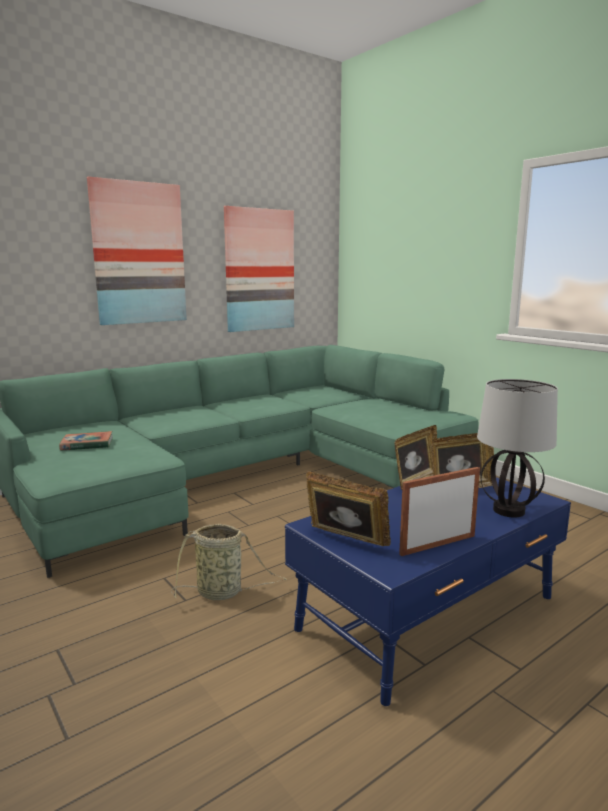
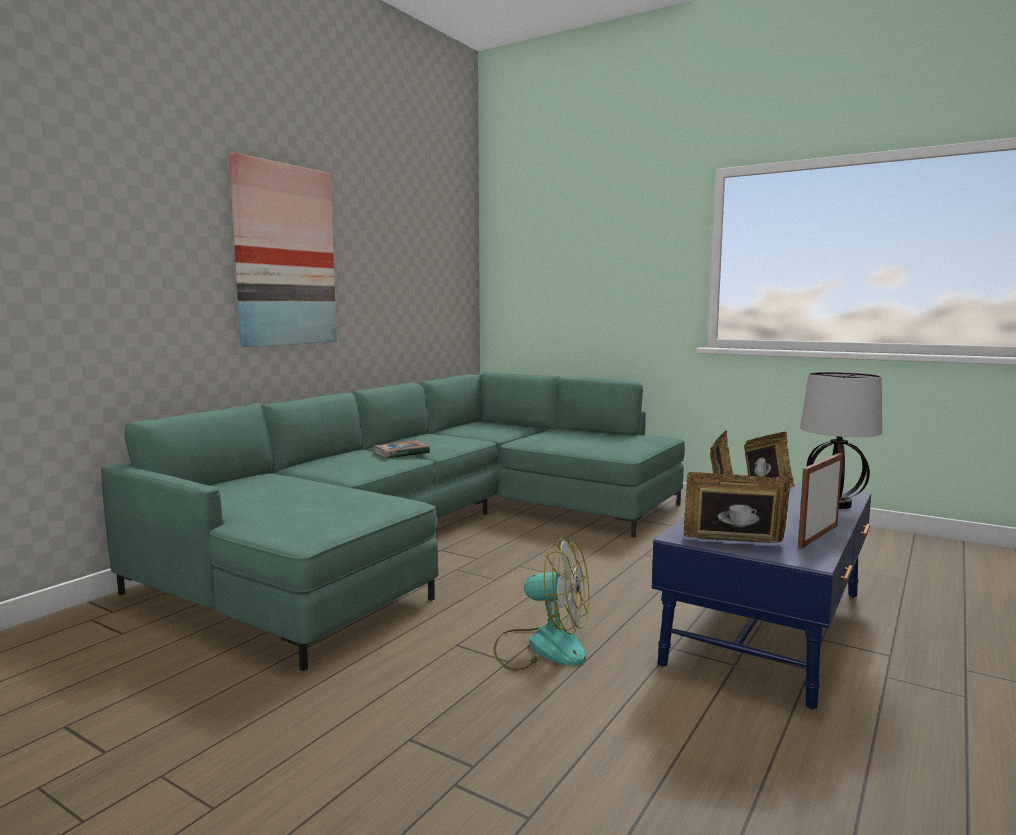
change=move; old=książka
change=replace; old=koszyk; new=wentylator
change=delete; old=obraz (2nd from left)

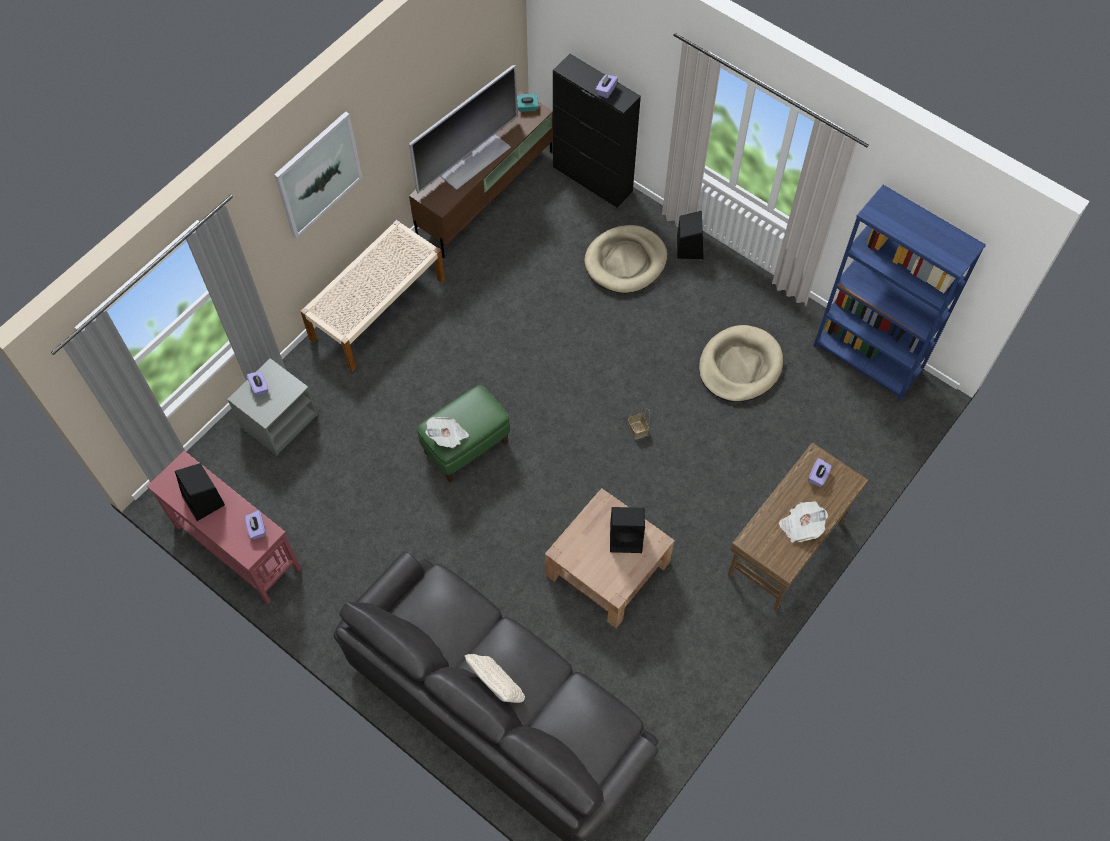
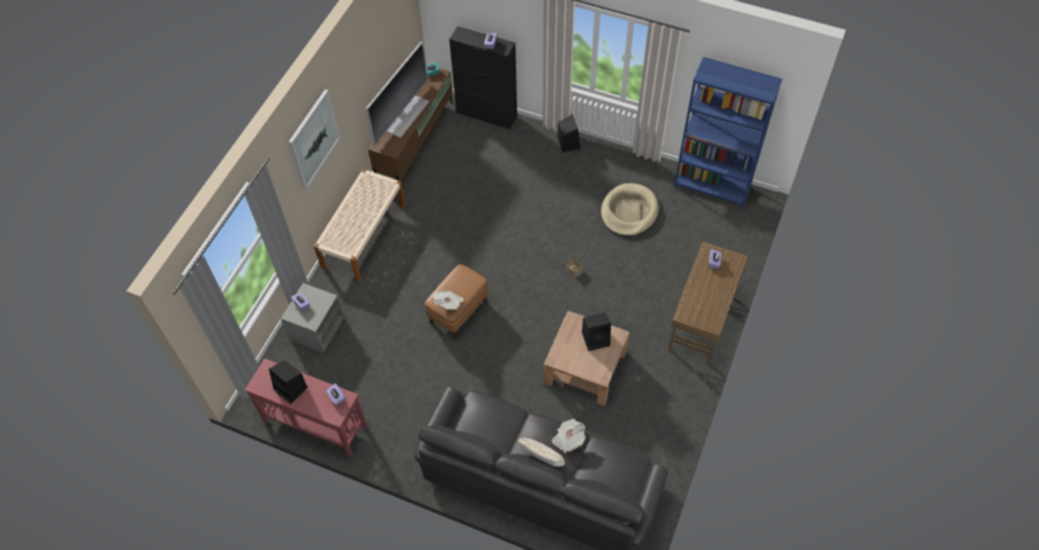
change=recolor; old=pufa/zielony; new=pufa/brązowy
change=move; old=gazeta (2nd from left)
change=delete; old=legowisko/beżowy (1st from left)

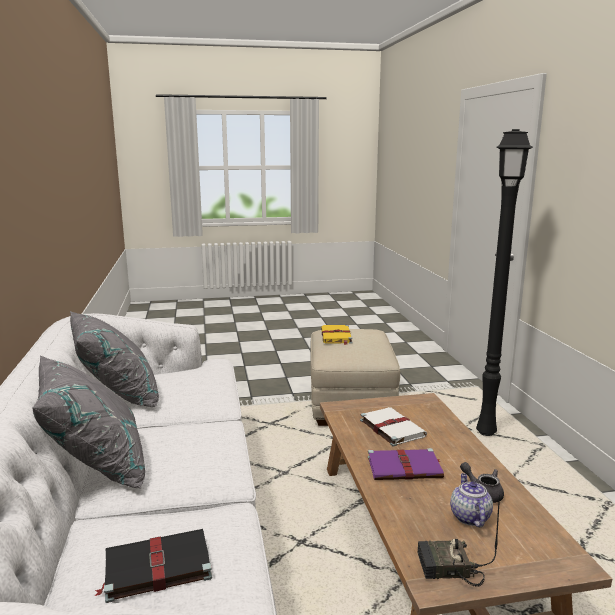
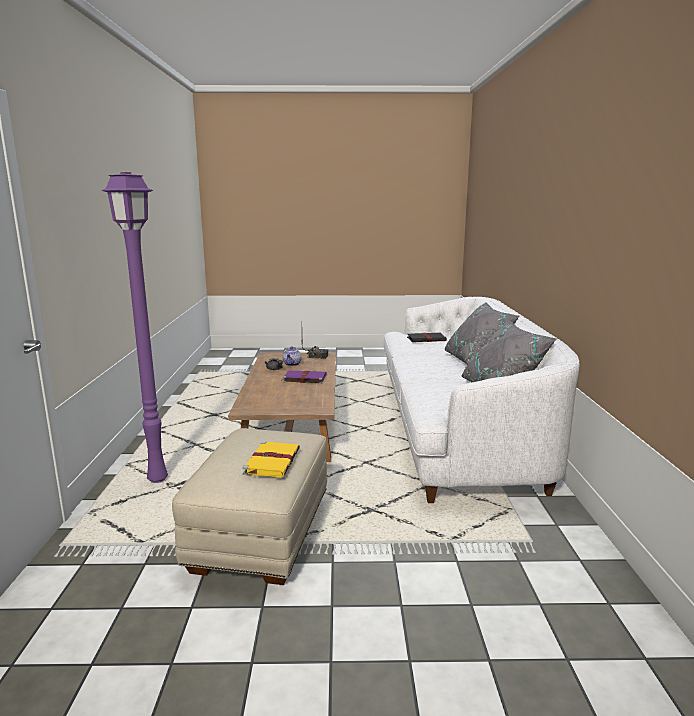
change=recolor; old=lampa stojąca/czarny; new=lampa stojąca/fioletowy
change=delete; old=książka/biały

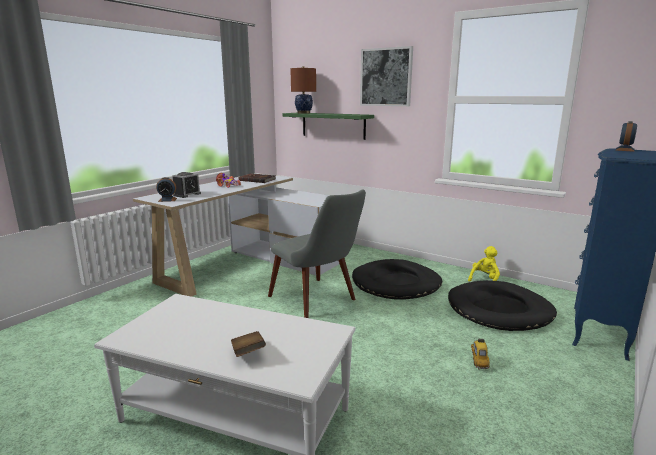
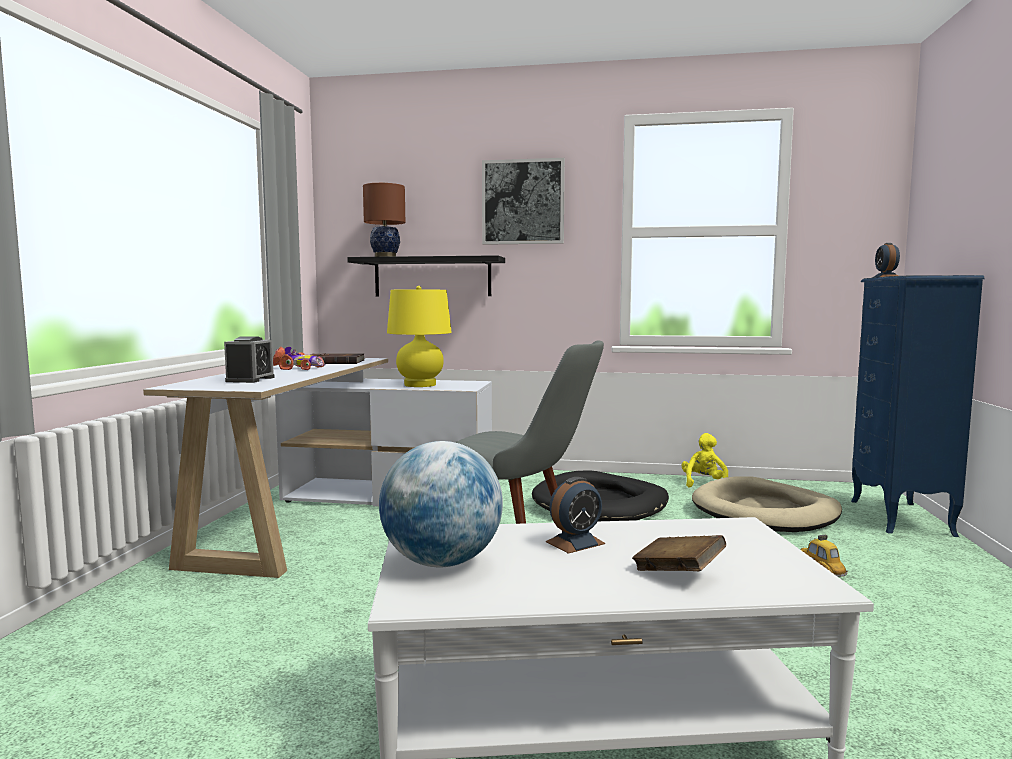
change=recolor; old=półka/zielony; new=półka/czarny
change=insert; new=globus
change=insert; new=lampa stołowa/żółty
change=move; old=budzik (1st from left in the first image); new=budzik (2nd from left)
change=recolor; old=legowisko/czarny (2nd from left); new=legowisko/beżowy

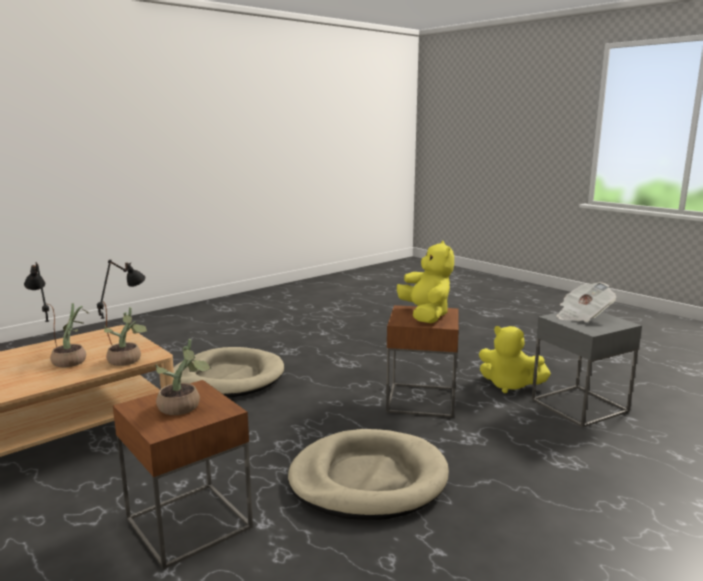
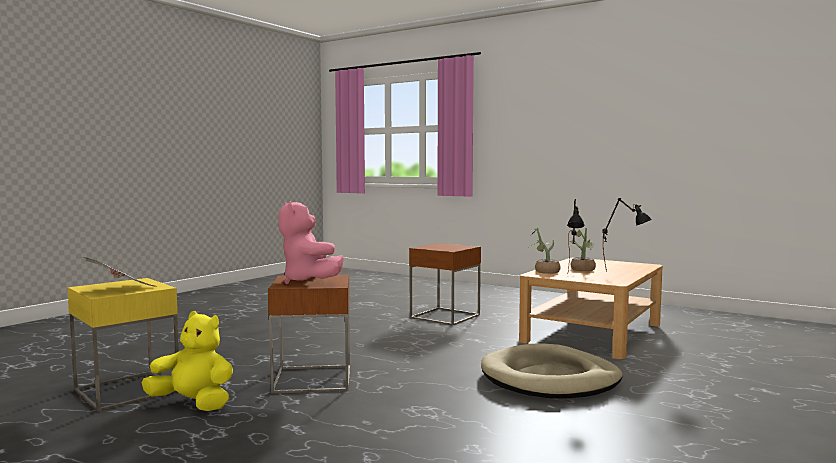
change=recolor; old=stolik/szary; new=stolik/żółty
change=recolor; old=pluszak/żółty (1st from left); new=pluszak/różowy
change=delete; old=roślina doniczkowa (3rd from left)
change=delete; old=legowisko/beżowy (2nd from left)

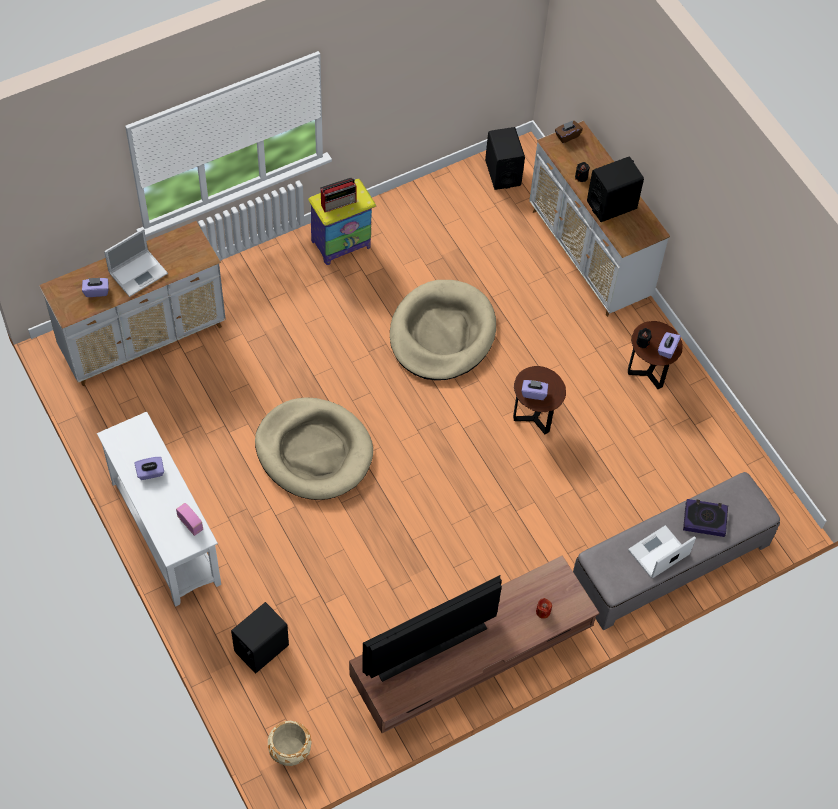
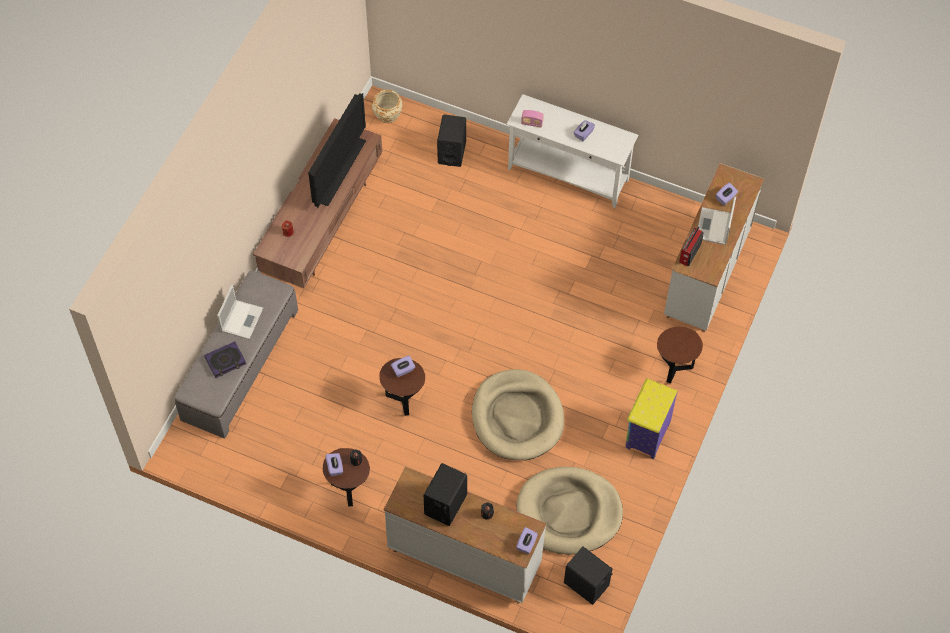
change=recolor; old=pudełko chusteczek/brązowy; new=pudełko chusteczek/fioletowy (3rd from left)
change=move; old=legowisko/beżowy (1st from left in the first image); new=legowisko/beżowy (2nd from left)
change=insert; new=stolik/brązowy (3rd from left)
change=move; old=radio (2nd from left)

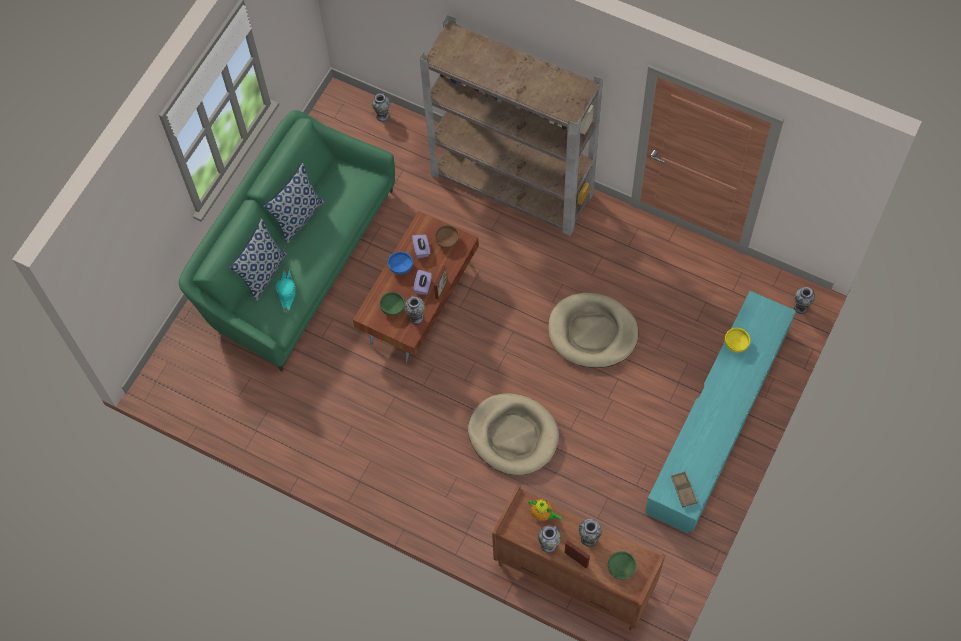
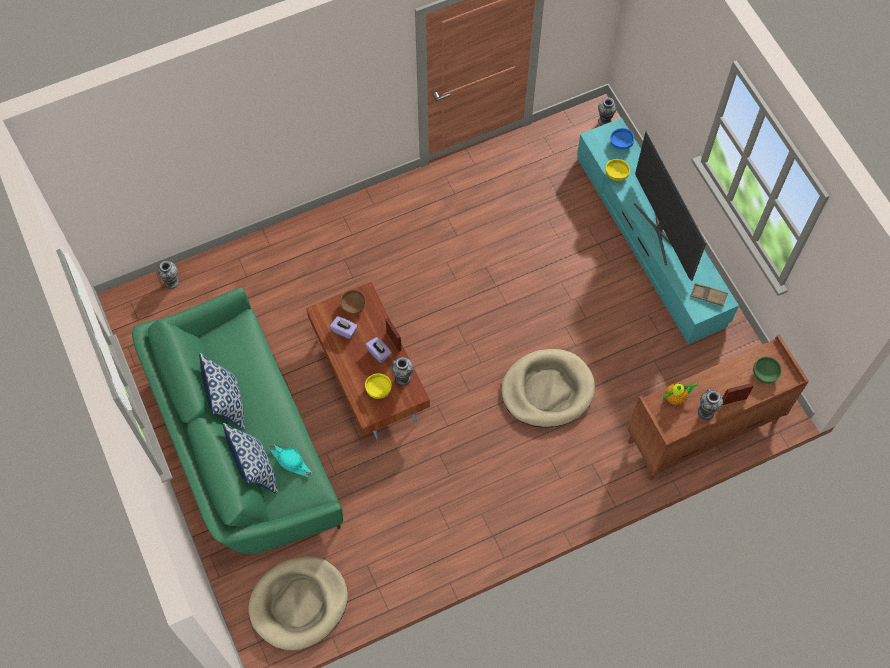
change=move; old=legowisko/beżowy (2nd from left in the first image); new=legowisko/beżowy (1st from left)
change=recolor; old=miska/zielony (1st from left); new=miska/żółty (1st from left)
change=move; old=miska/niebieski
change=insert; new=telewizor
change=delete; old=regał/brązowy
change=delete; old=wazon (4th from left)

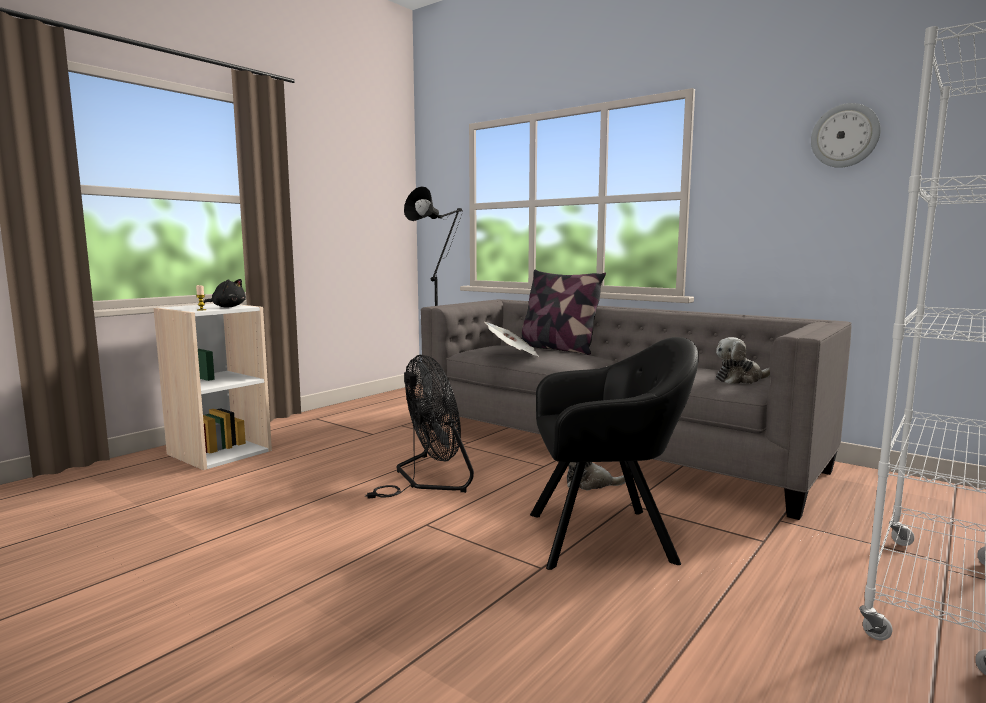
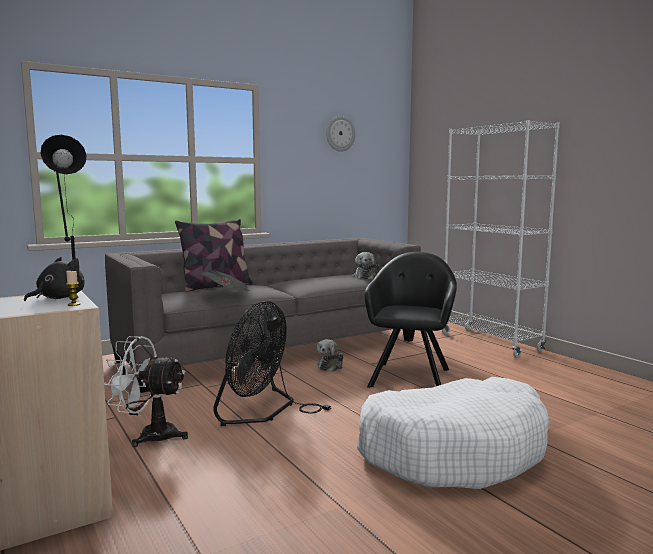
change=insert; new=wentylator/biały
change=rotate; old=wentylator/czarny; degrees=-60
change=insert; new=legowisko/biały

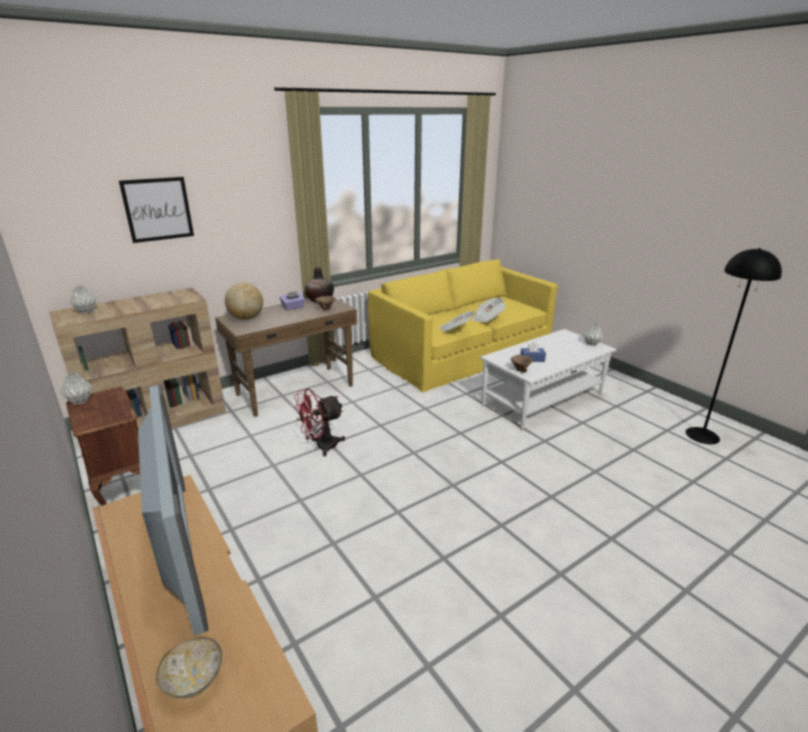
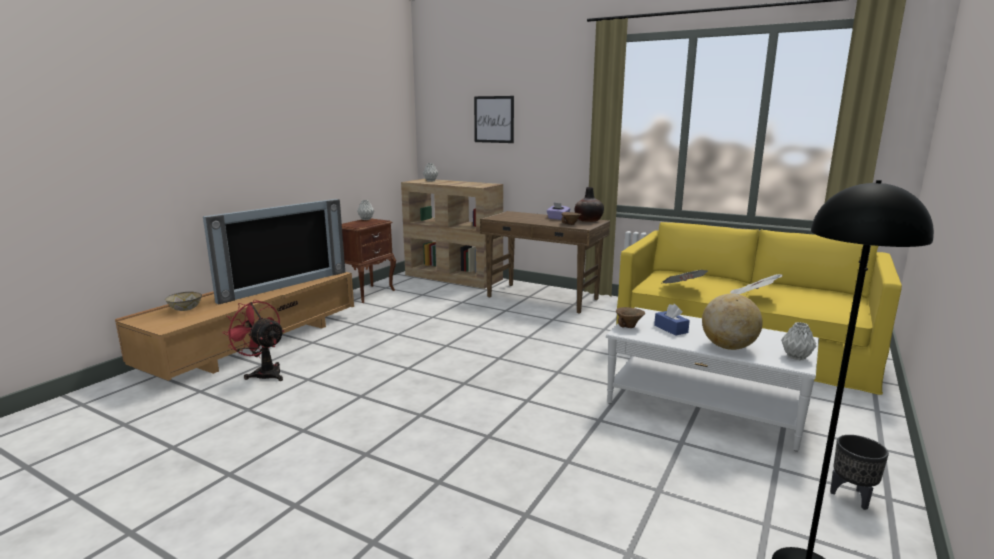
change=move; old=wentylator/czerwony
change=move; old=globus
change=insert; new=donica/czarny

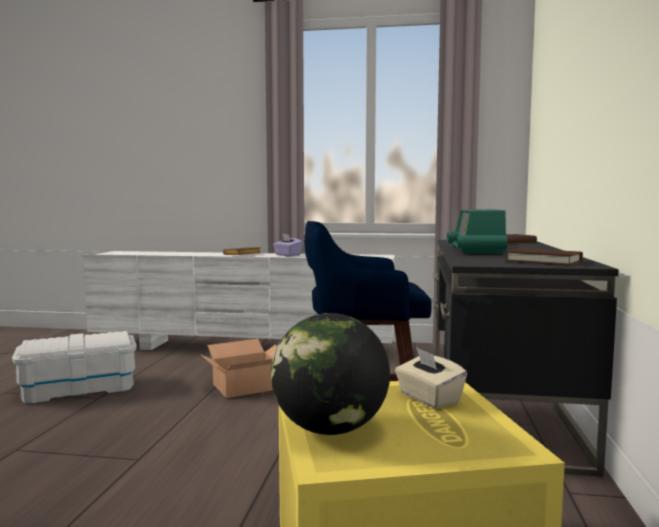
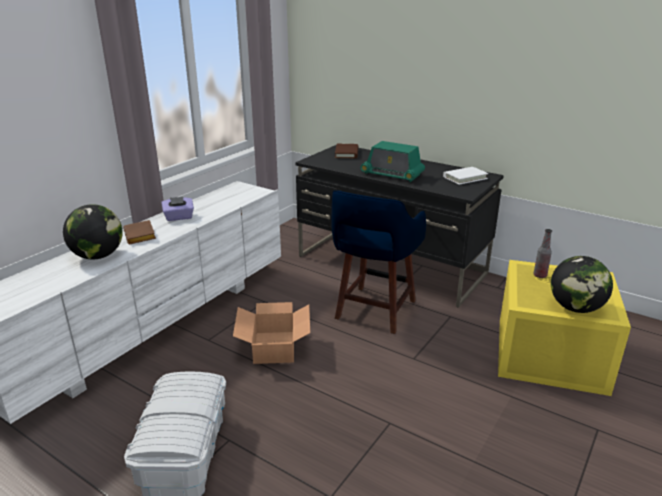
change=insert; new=globus (1st from left)
change=recolor; old=książka/brązowy (3rd from left); new=książka/biały
change=replace; old=pudełko chusteczek/beżowy; new=butelka

